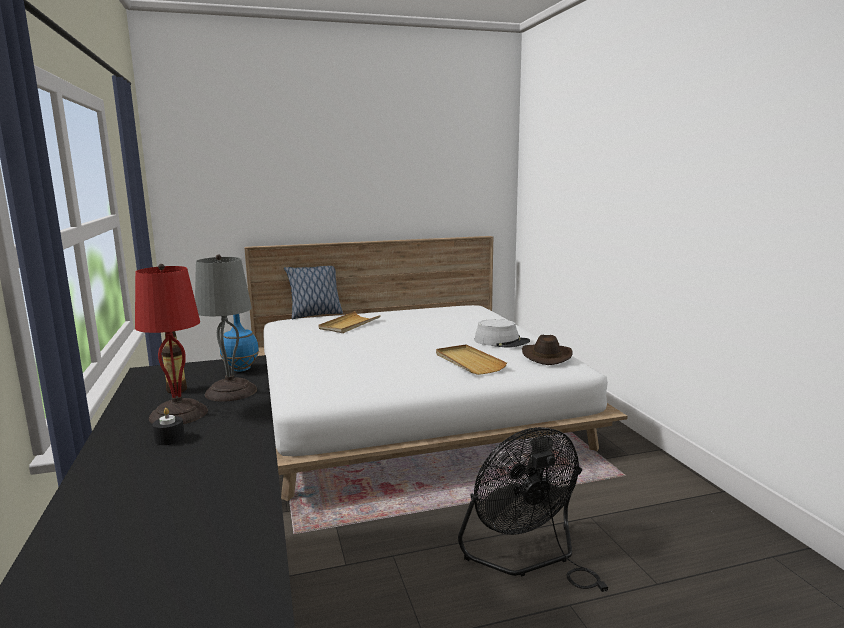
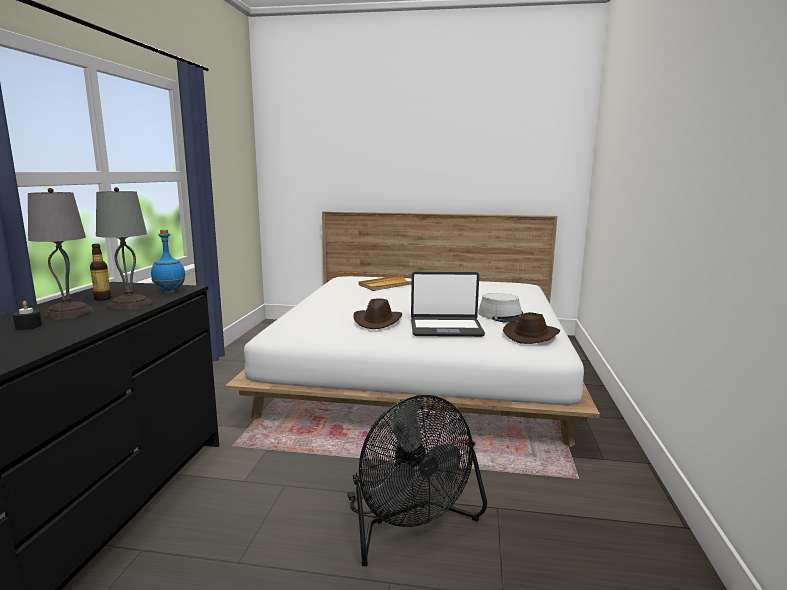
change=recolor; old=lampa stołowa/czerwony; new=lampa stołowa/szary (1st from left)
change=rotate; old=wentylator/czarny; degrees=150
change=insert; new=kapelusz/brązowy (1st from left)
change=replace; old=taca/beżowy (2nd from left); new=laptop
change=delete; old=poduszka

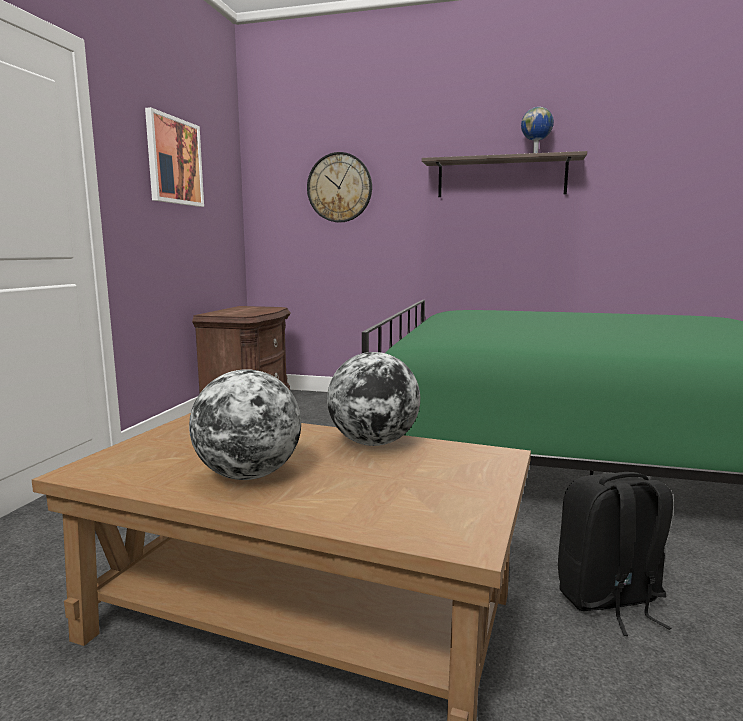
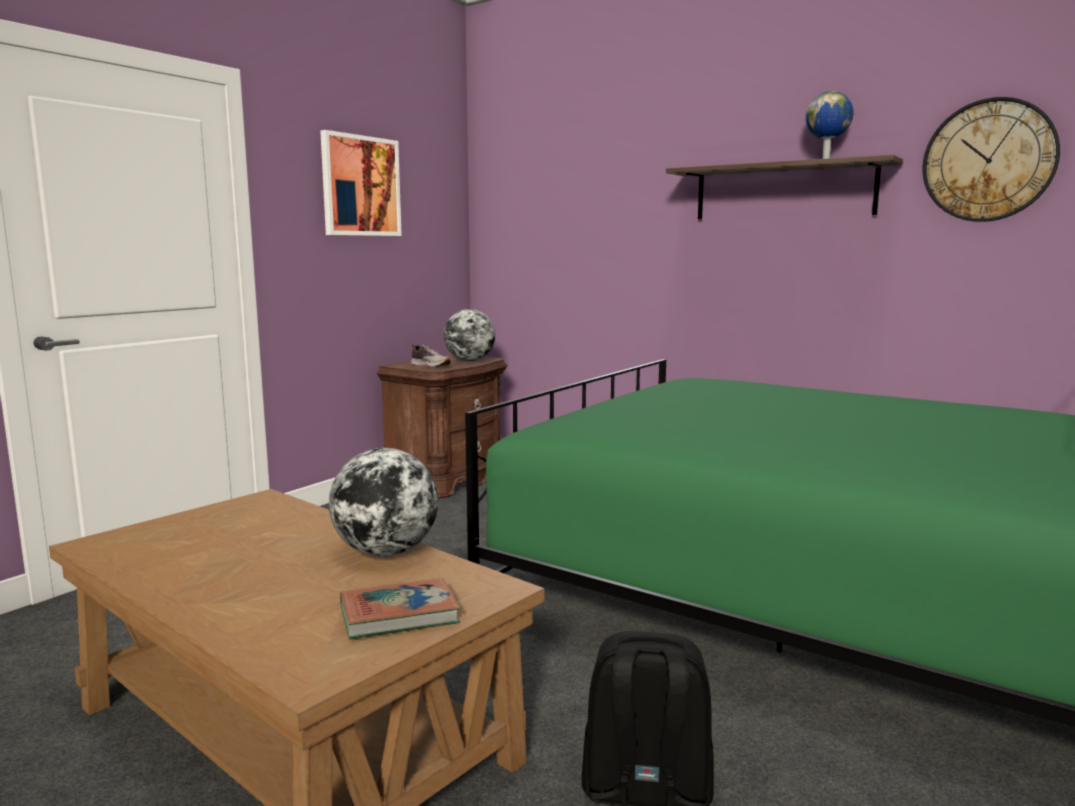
change=insert; new=książka
change=insert; new=but
change=move; old=globus (1st from left in the first image); new=globus (2nd from left)
change=move; old=zegar ścienny

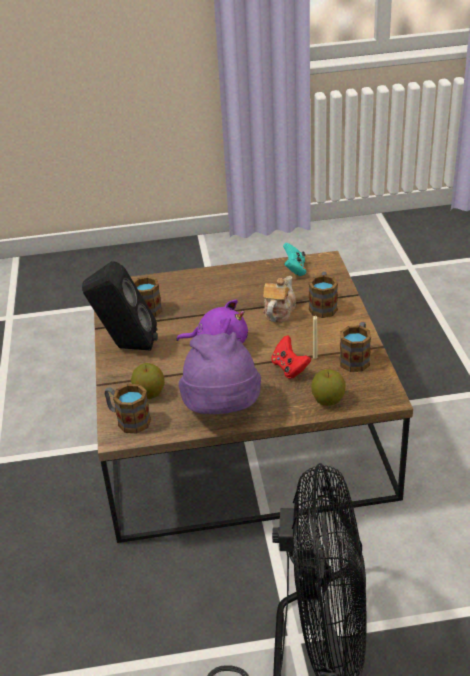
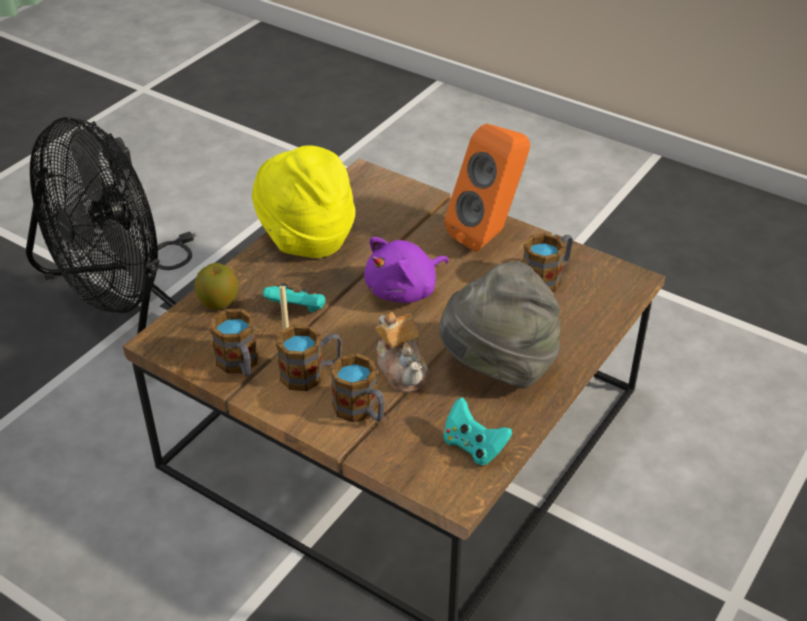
change=recolor; old=kapelusz/fioletowy; new=kapelusz/żółty
change=recolor; old=pad do gier/czerwony; new=pad do gier/turkusowy (1st from left)
change=move; old=kubek (1st from left in the first image); new=kubek (2nd from left)
change=insert; new=kapelusz/szary
change=recolor; old=głośnik/czarny; new=głośnik/pomarańczowy
change=delete; old=jabłko (1st from left)

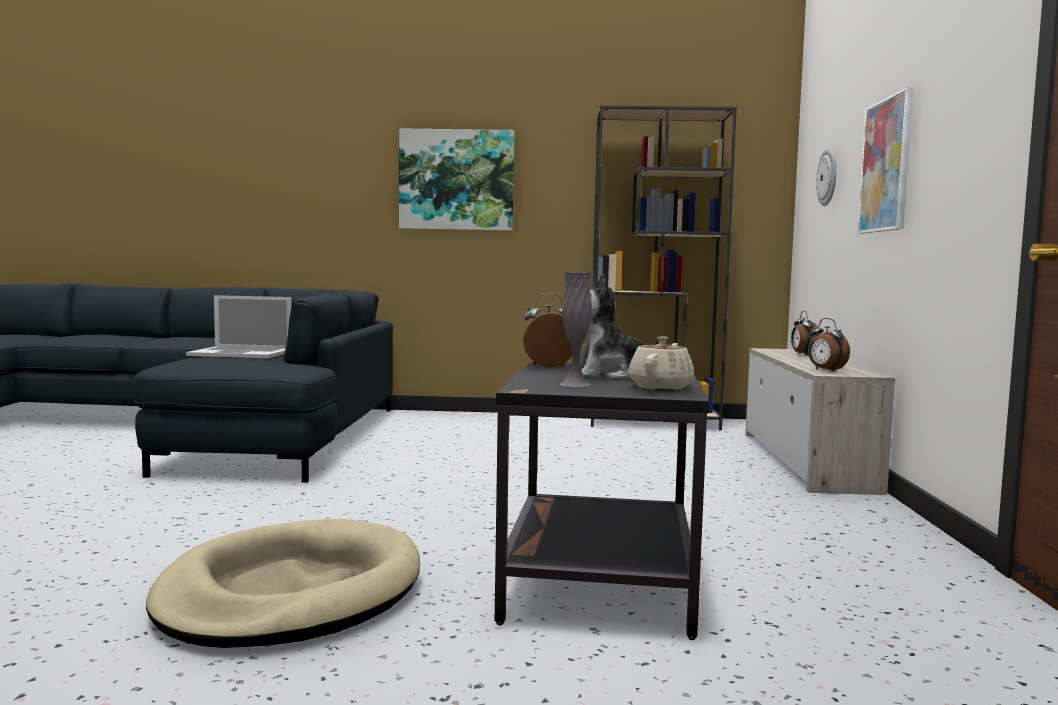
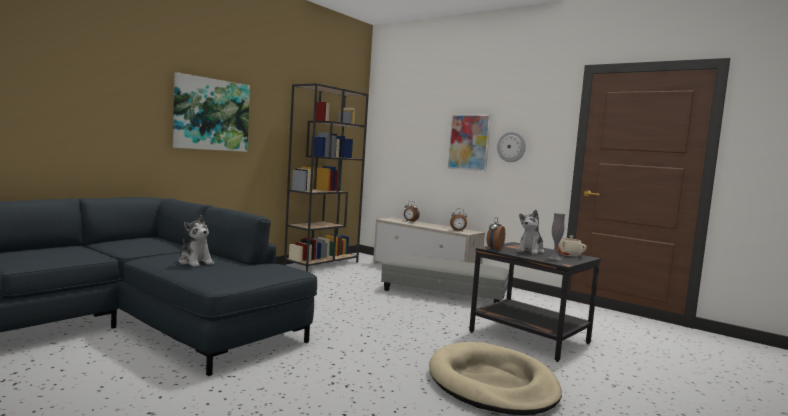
change=replace; old=laptop; new=pluszak (1st from left)
change=insert; new=pufa/szary
change=move; old=zegar ścienny

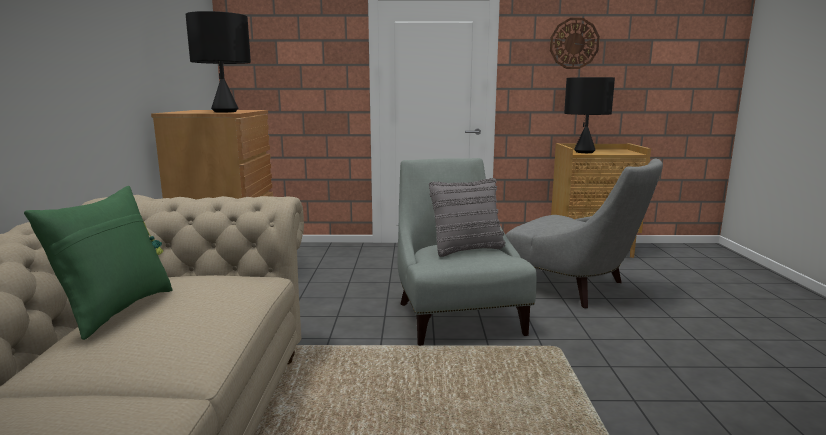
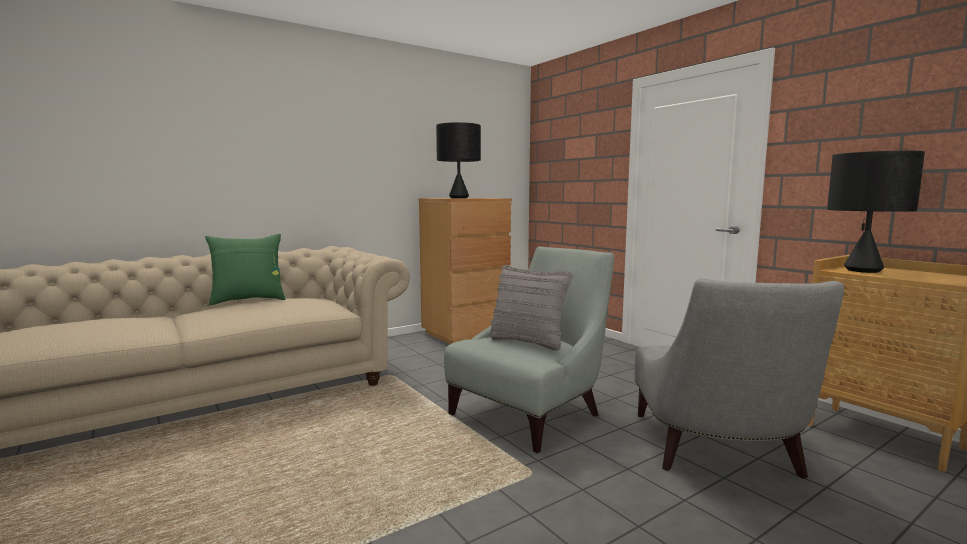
change=delete; old=zegar ścienny

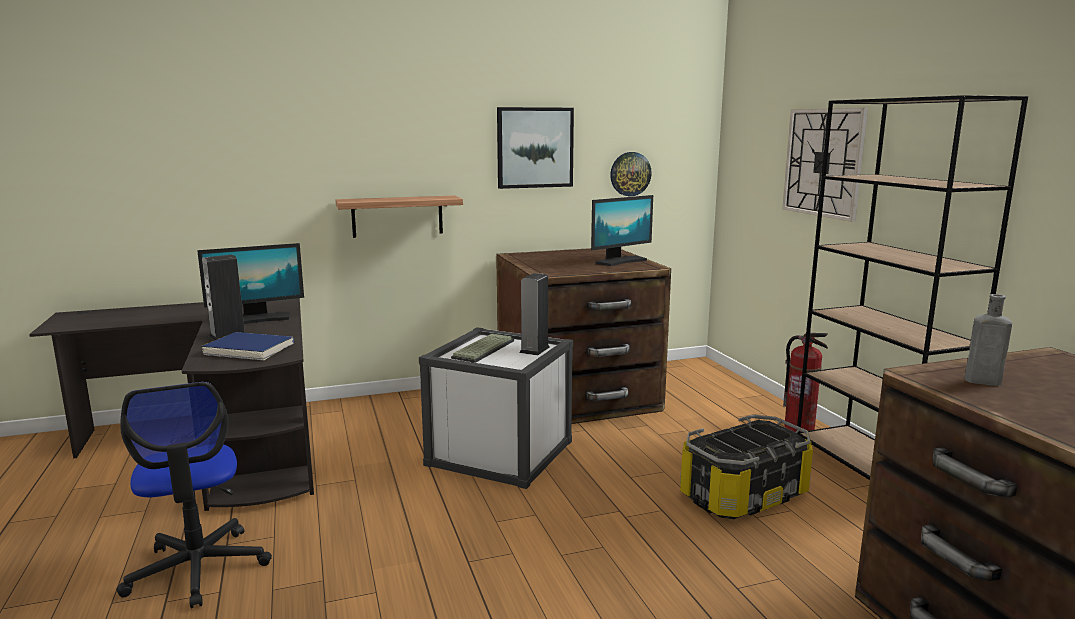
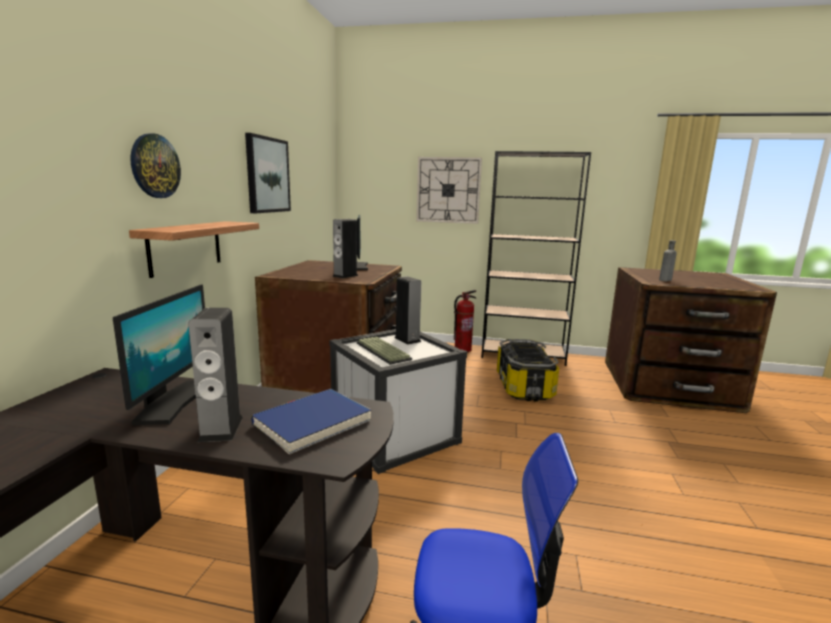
change=move; old=zegar ścienny (1st from left)
change=insert; new=głośnik (2nd from left)

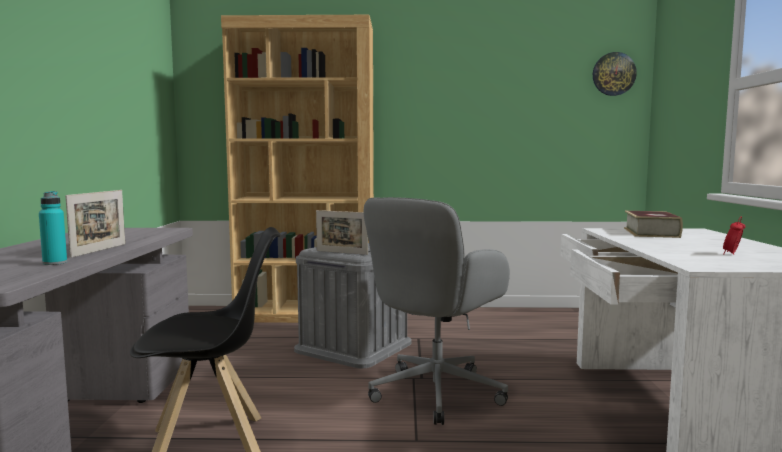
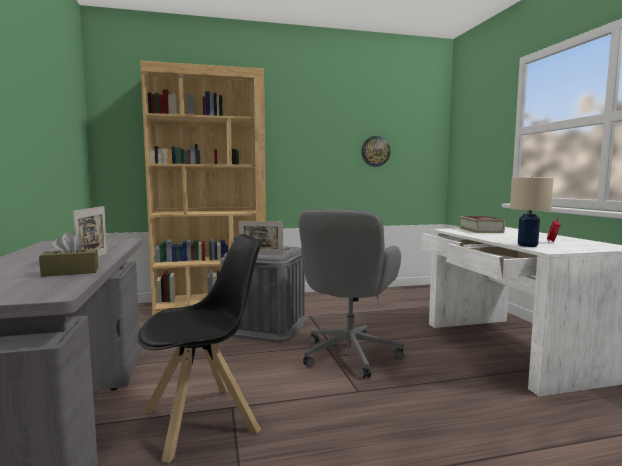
change=replace; old=butelka/turkusowy; new=pudełko chusteczek/brązowy
change=move; old=zegar ścienny
change=insert; new=lampa stołowa/beżowy

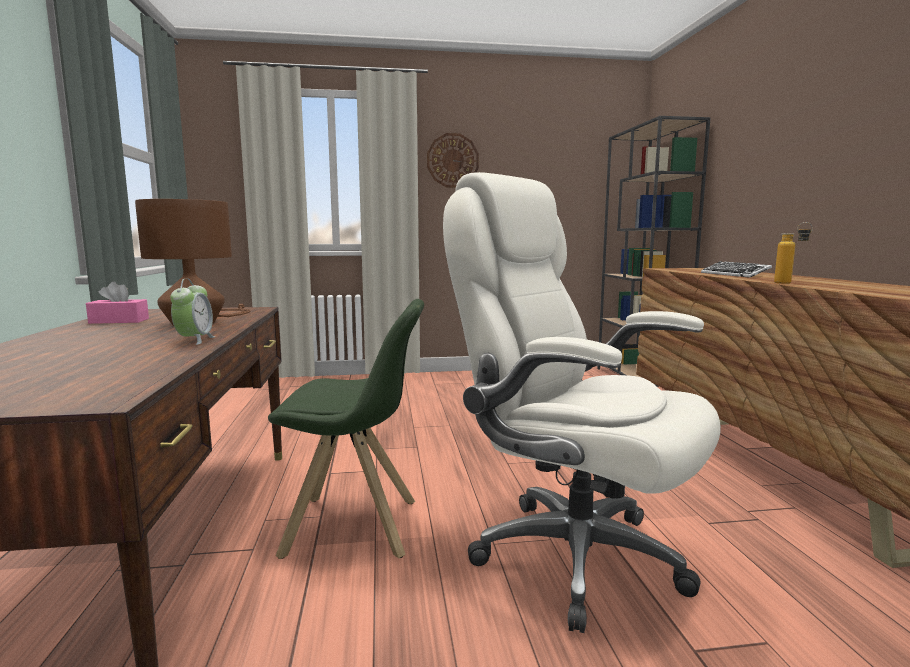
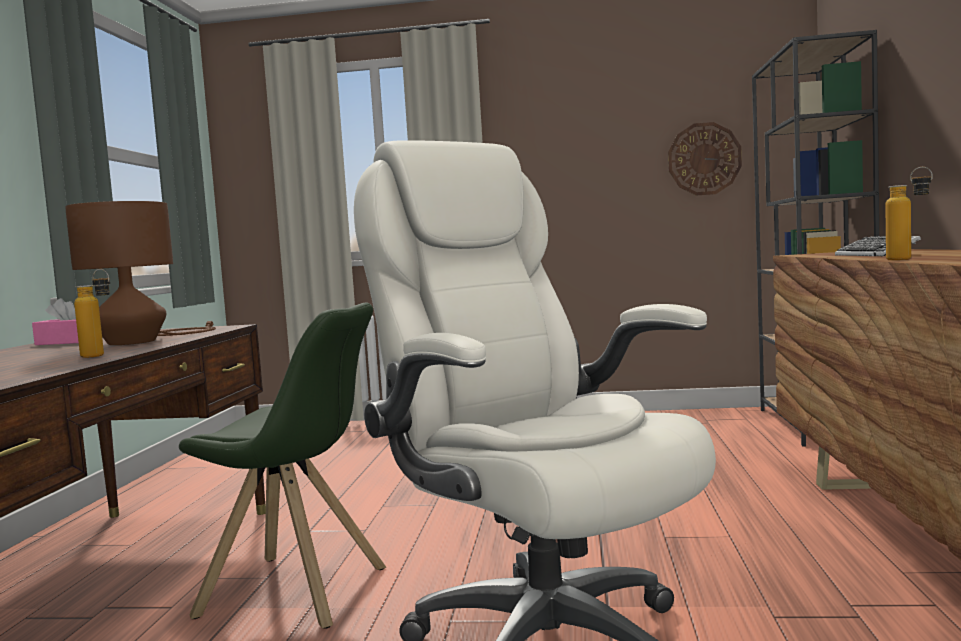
change=replace; old=budzik; new=butelka (1st from left)
change=move; old=zegar ścienny

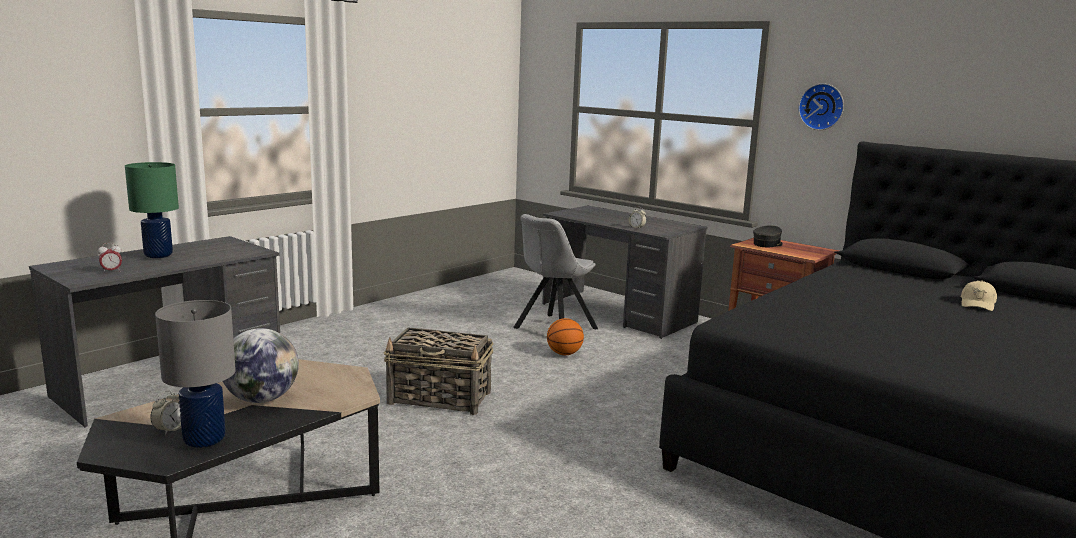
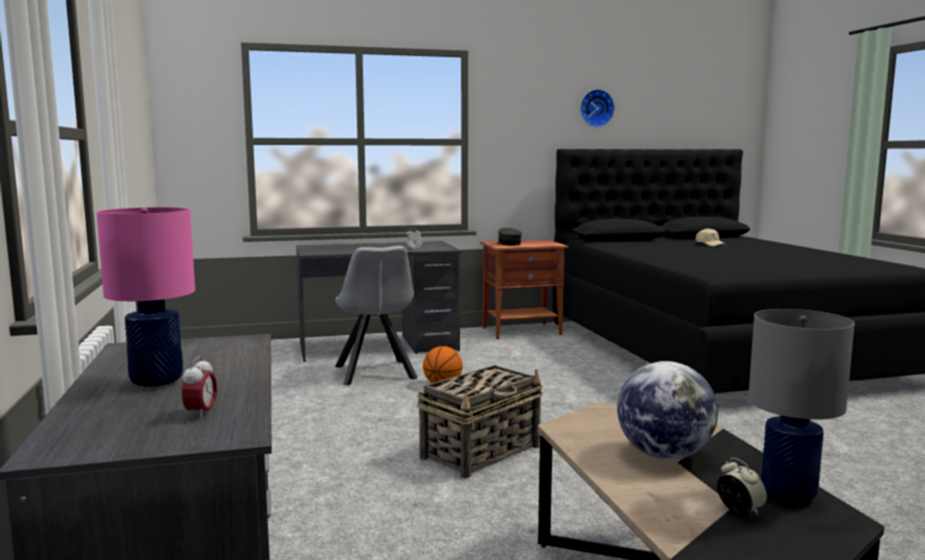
change=recolor; old=lampa stołowa/zielony; new=lampa stołowa/różowy
change=move; old=zegar ścienny

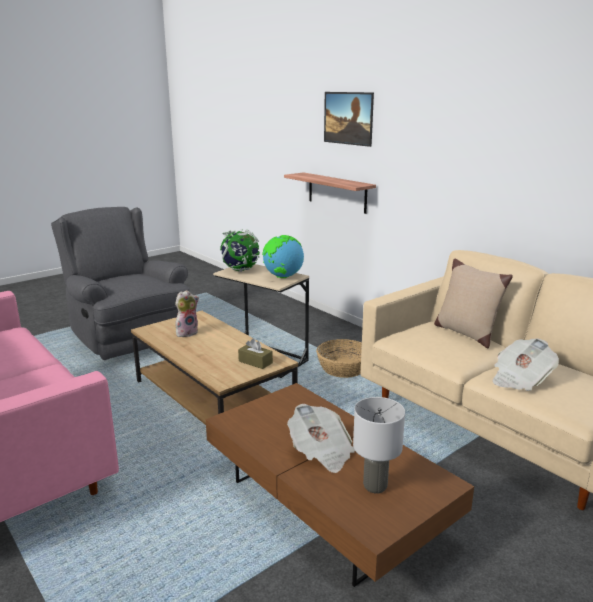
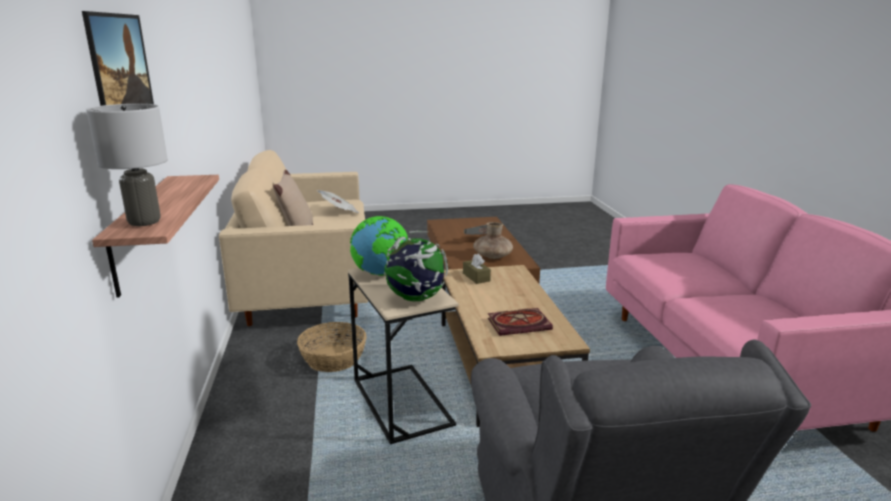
change=move; old=lampa stołowa/biały
change=insert; new=wazon/brązowy
change=replace; old=pluszak; new=książka

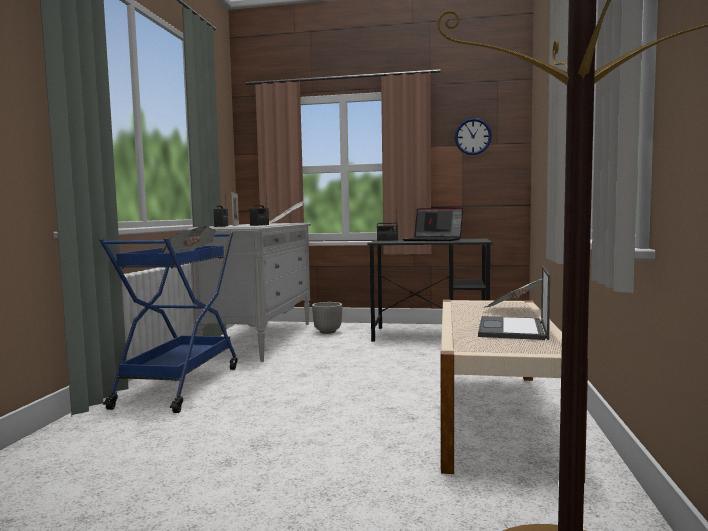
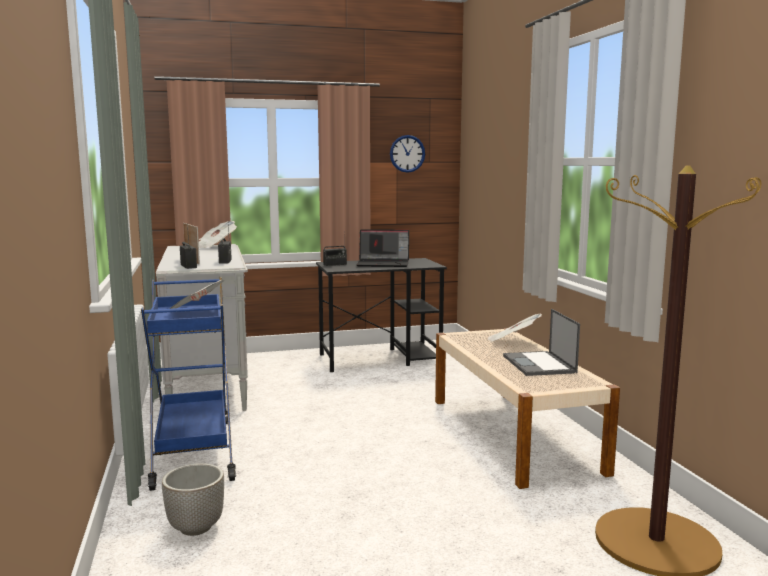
change=move; old=donica

